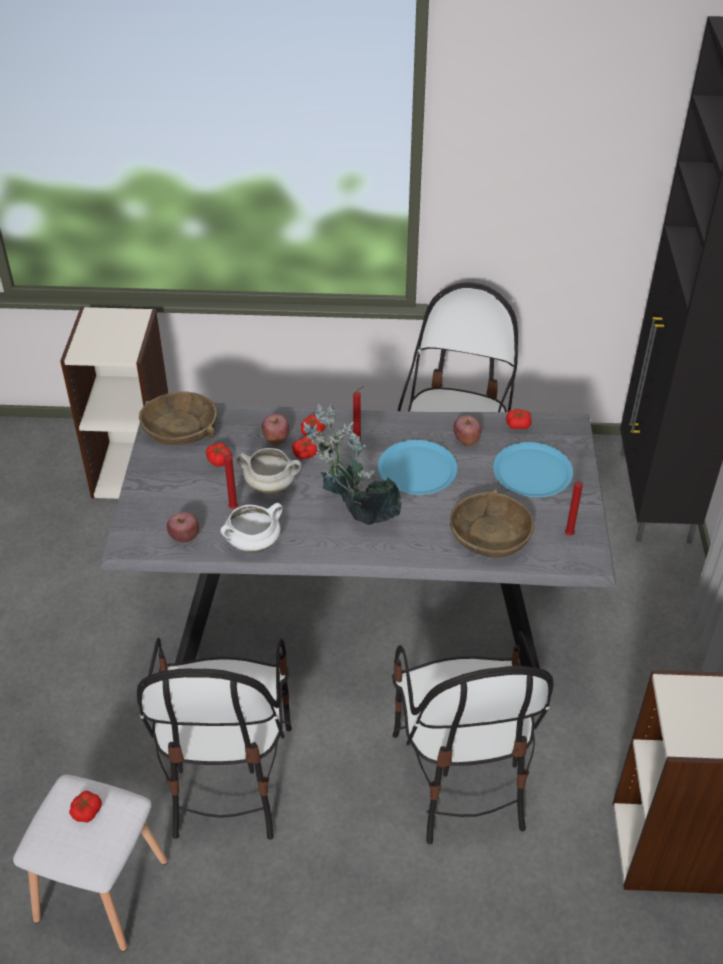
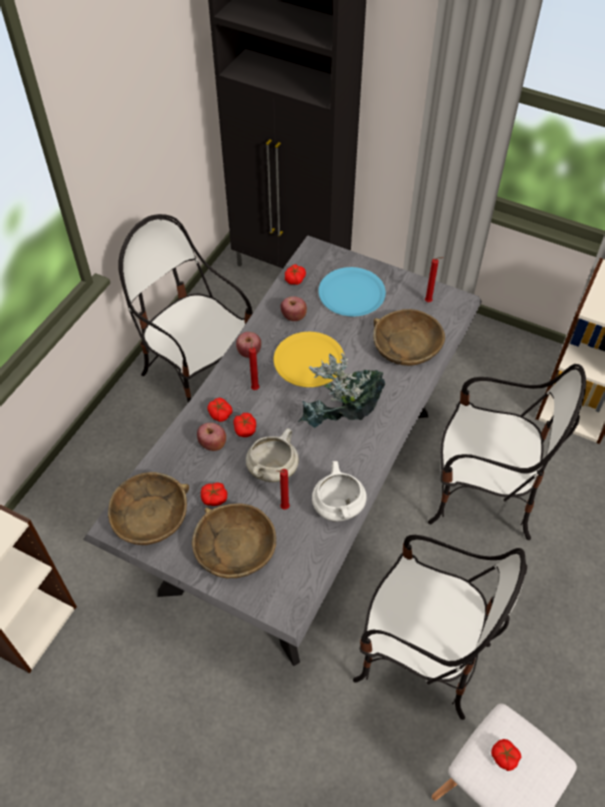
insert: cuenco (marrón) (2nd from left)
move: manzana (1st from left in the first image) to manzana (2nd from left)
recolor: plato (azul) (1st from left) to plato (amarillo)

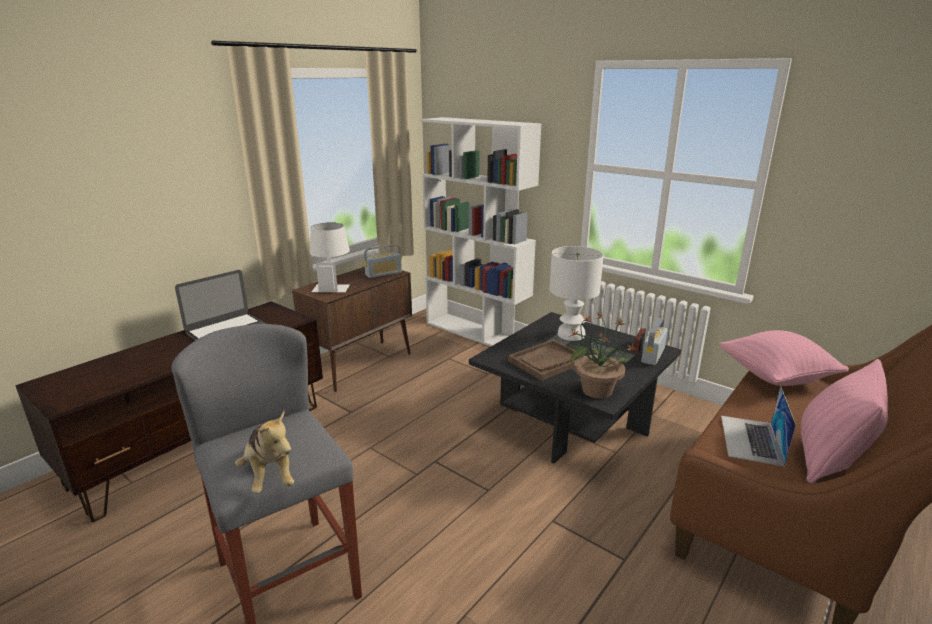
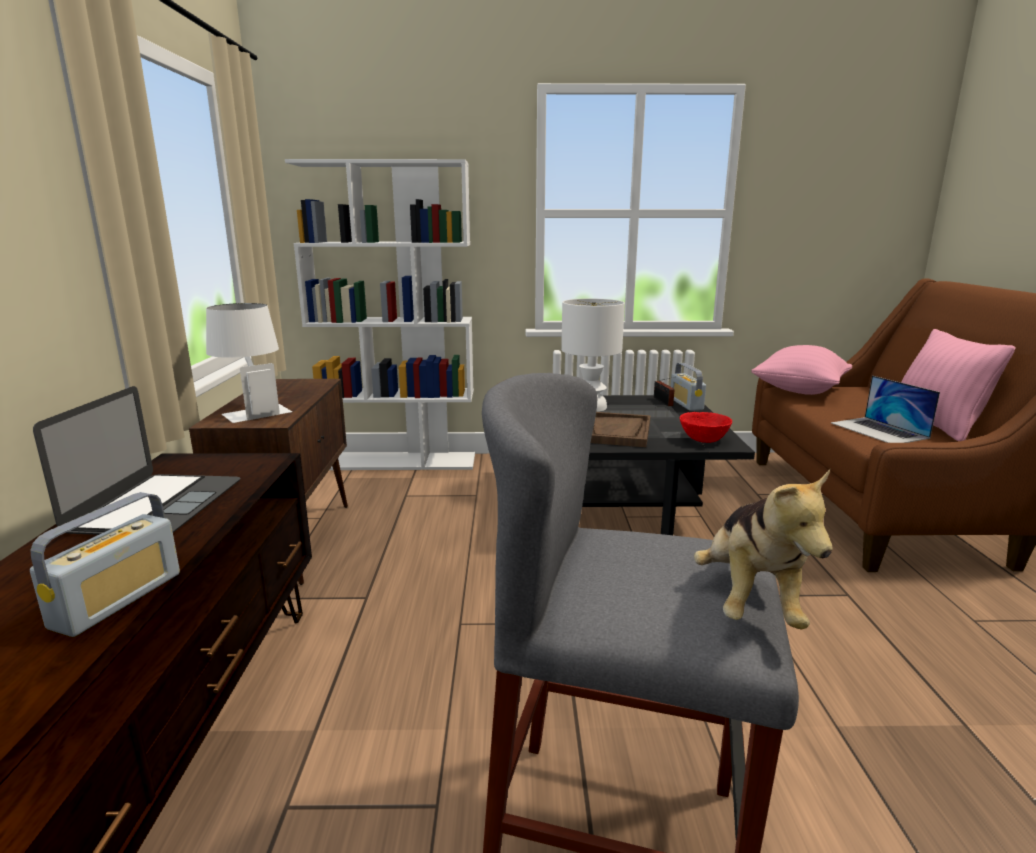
move: radio (1st from left)
replace: planta en maceta to cuenco (rojo)
rotate: peluche 75 degrees clockwise

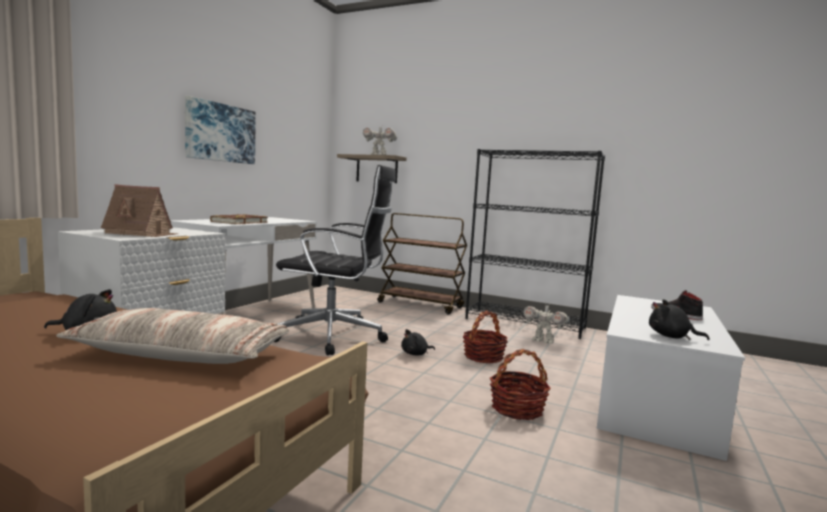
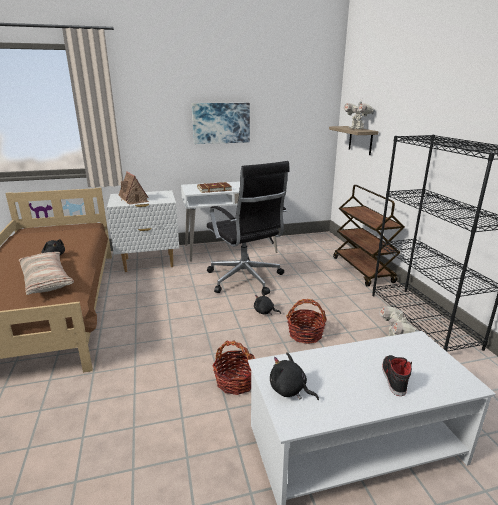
rotate: peluche (negro) (3rd from left) 45 degrees counterclockwise

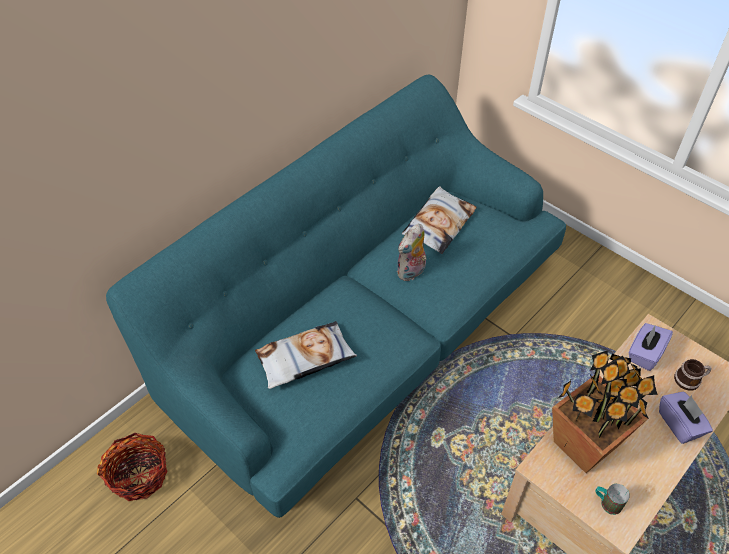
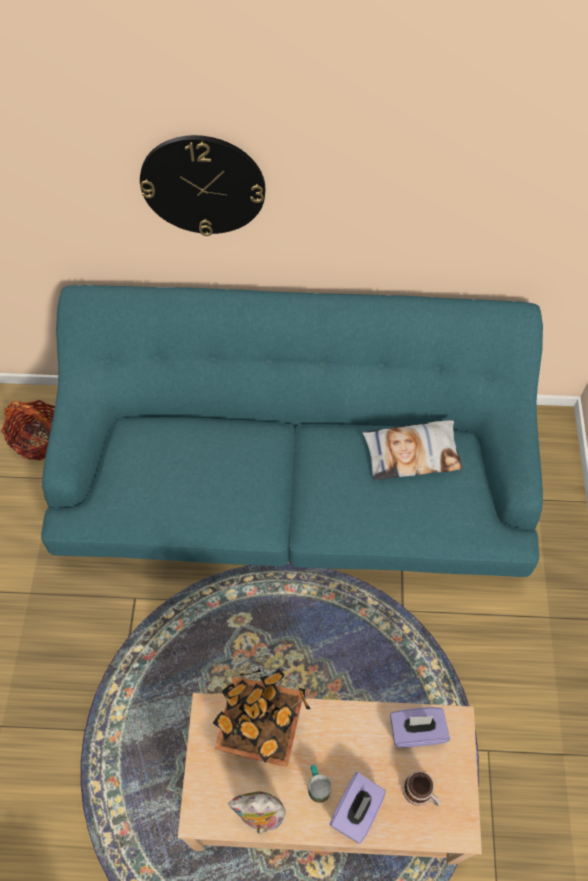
delete: cojín (1st from left)
insert: reloj de pared
move: peluche; taza grande (1st from left)

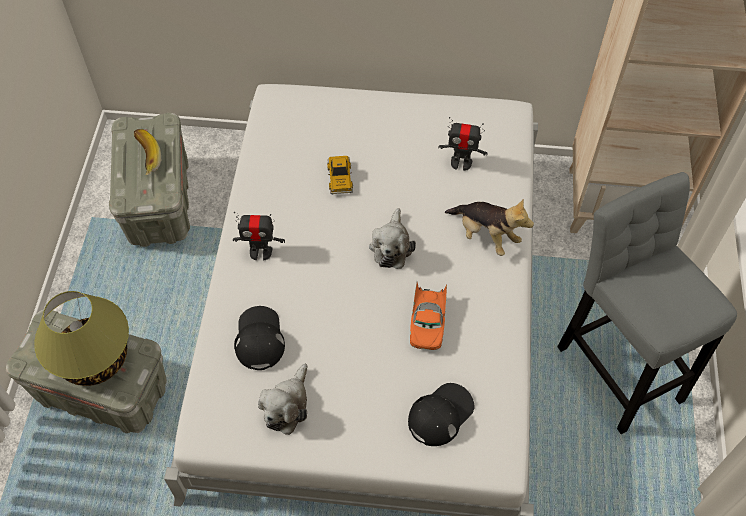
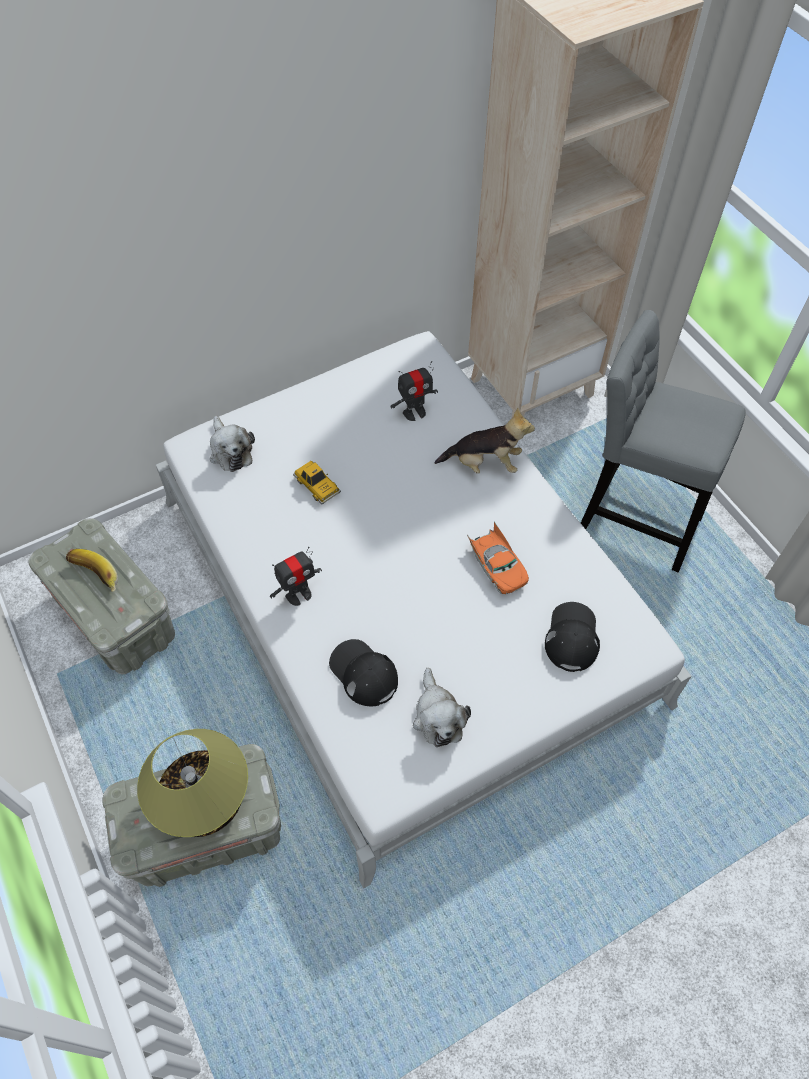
move: peluche (2nd from left in the first image) to peluche (1st from left)

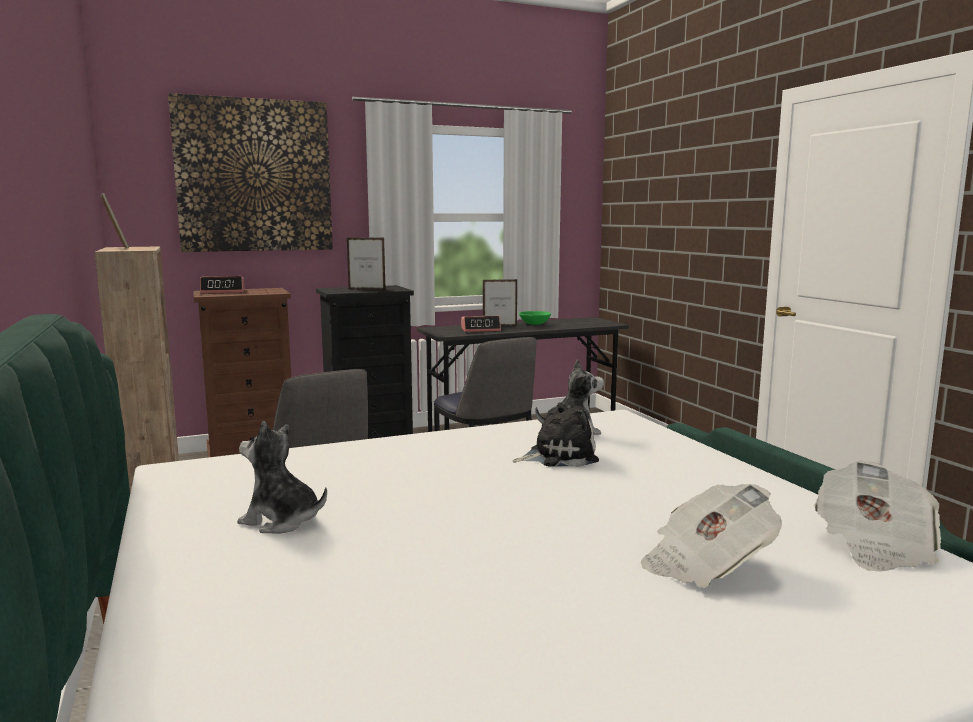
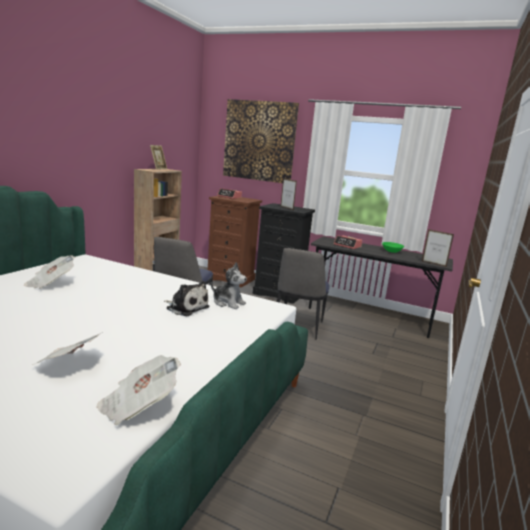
move: portarretratos (3rd from left)
replace: peluche (1st from left) to periódico (1st from left)

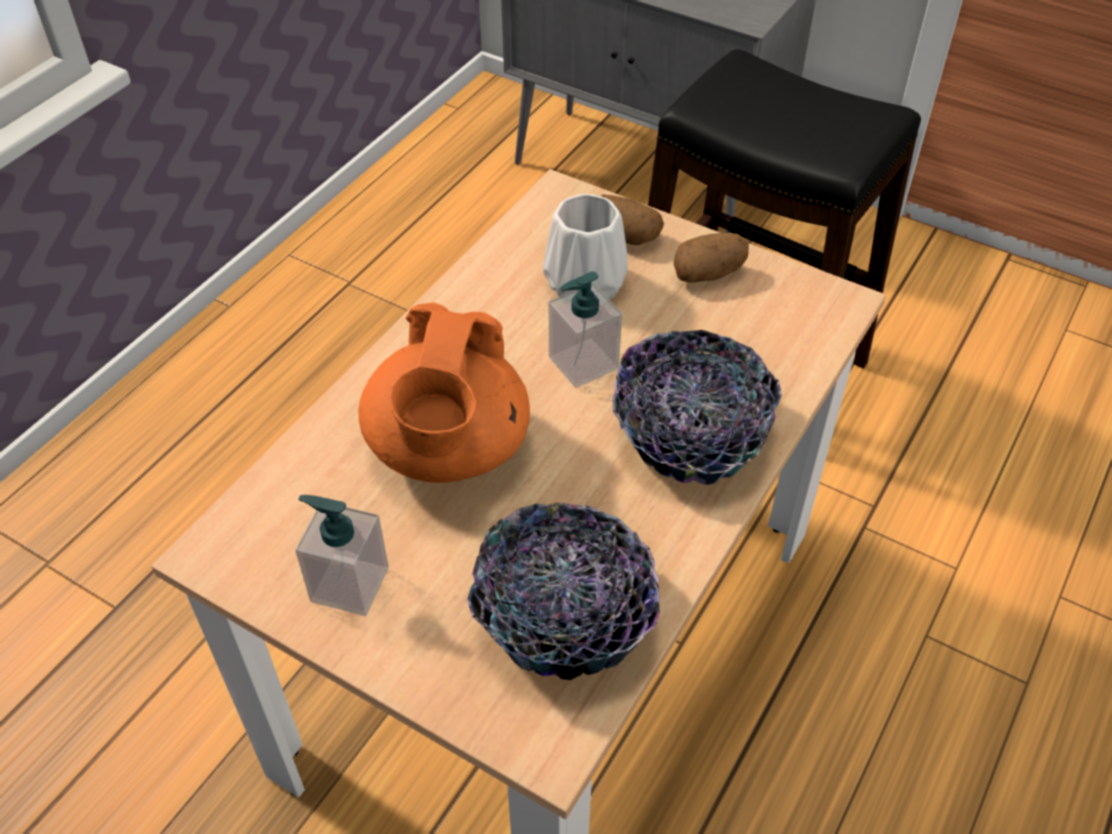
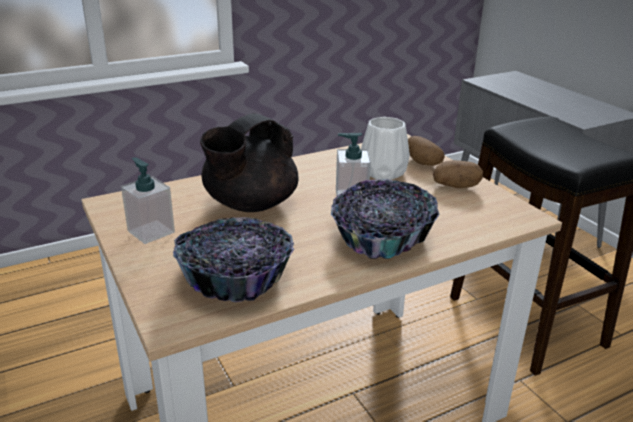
recolor: tetera (naranja) to tetera (negro)

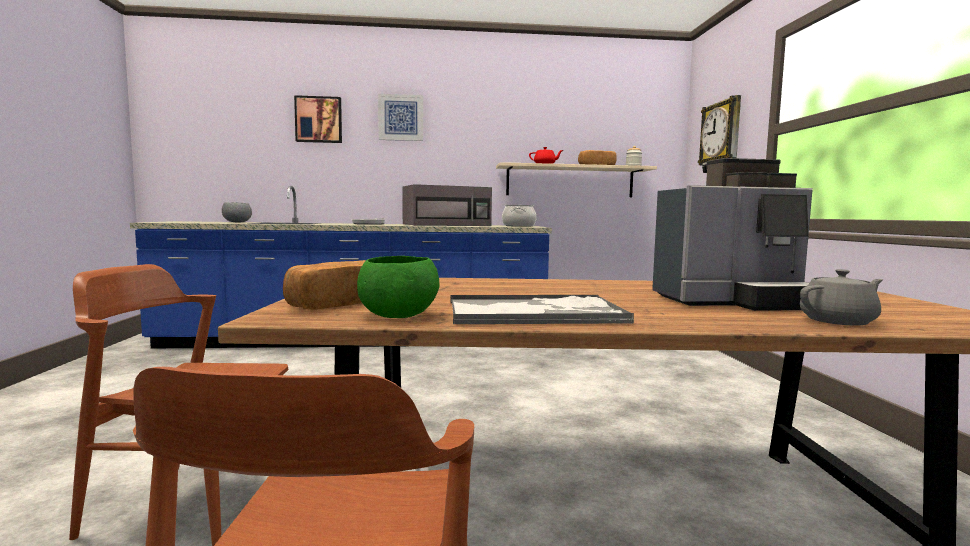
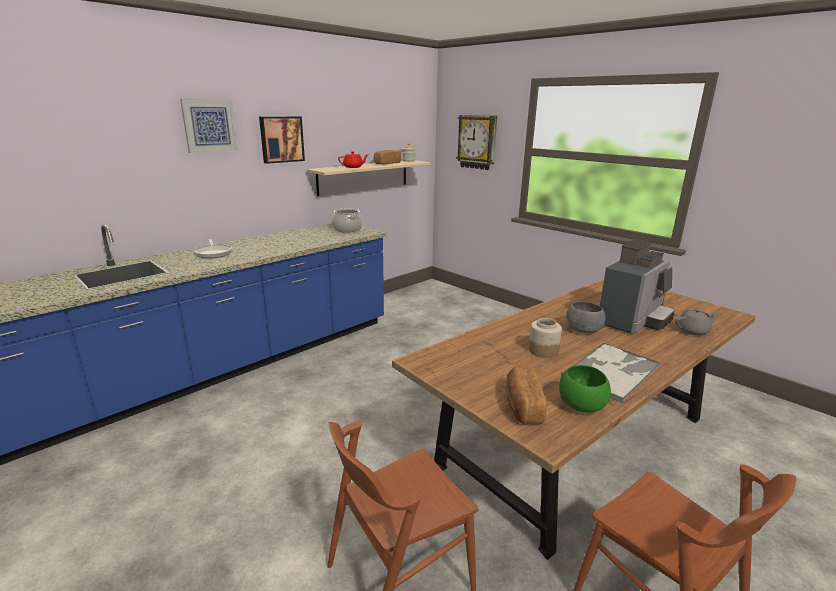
delete: microondas (gris)
insert: tarro (2nd from left)
move: cuenco (gris); cuadro (1st from left in the first image) to cuadro (2nd from left)
rotate: tetera (gris) 45 degrees clockwise

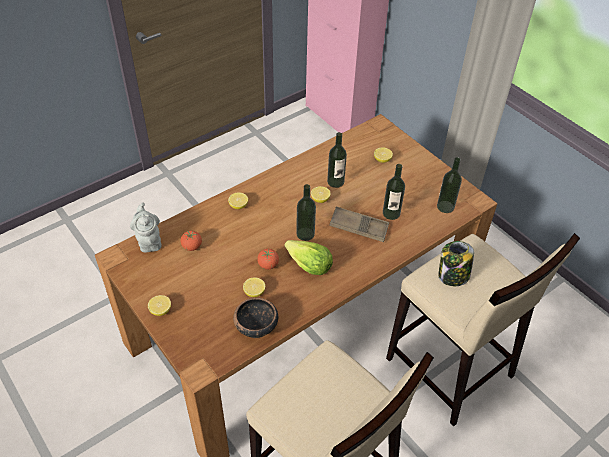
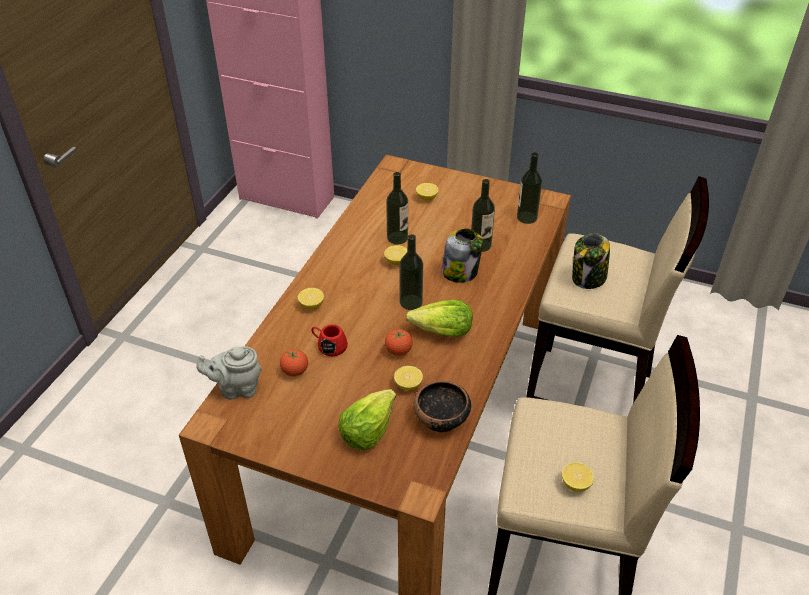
insert: taza grande (rojo); lechuga (1st from left)
move: limón (1st from left in the first image) to limón (5th from left)
replace: bandeja (marrón) to tarro (1st from left)
rotate: tetera (gris) 45 degrees counterclockwise

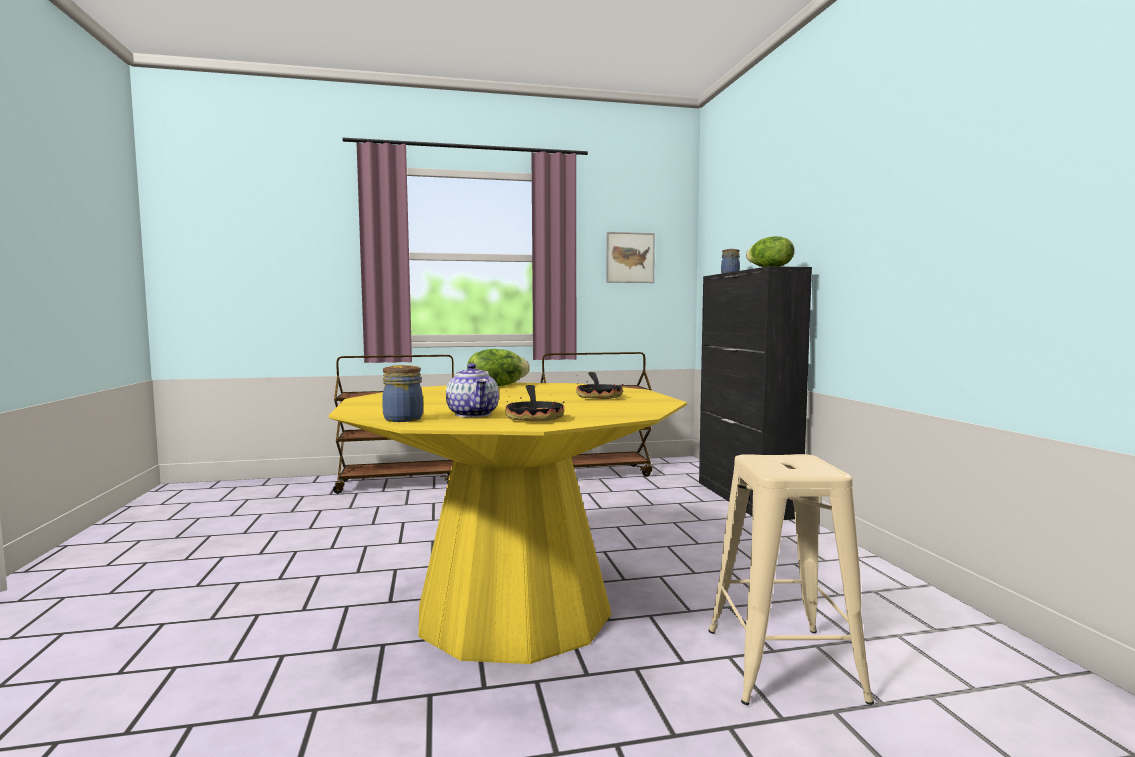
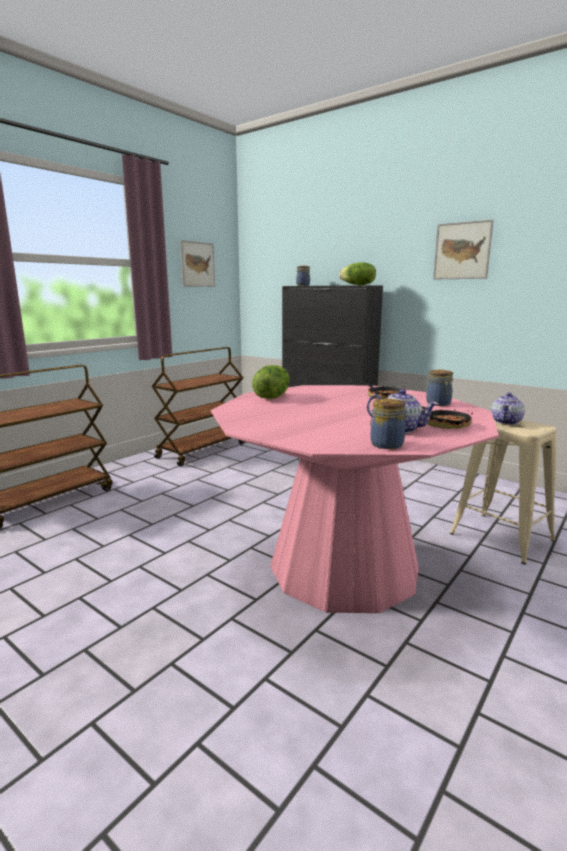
insert: tarro (3rd from left); cuadro (2nd from left); tetera (2nd from left)
recolor: mesa de comedor (amarillo) to mesa de comedor (rosa)

